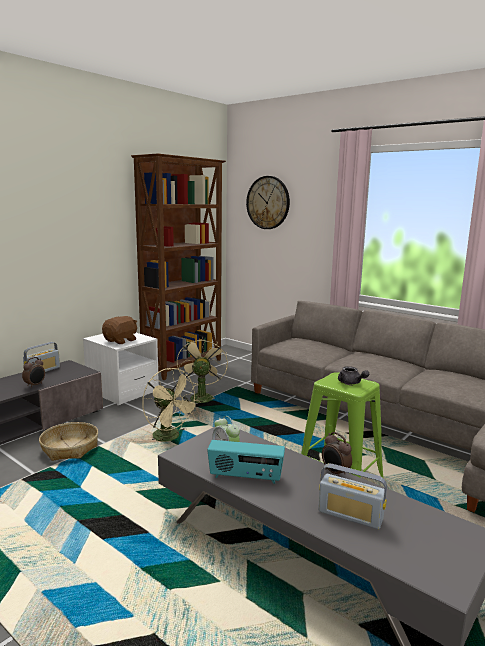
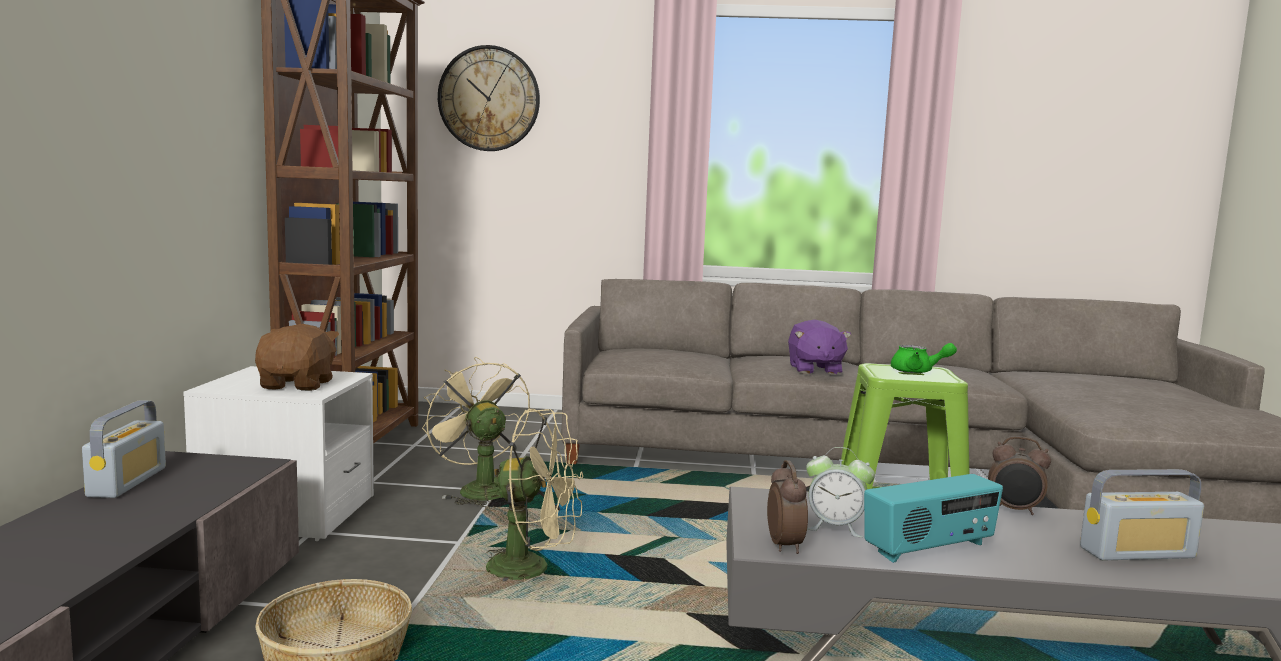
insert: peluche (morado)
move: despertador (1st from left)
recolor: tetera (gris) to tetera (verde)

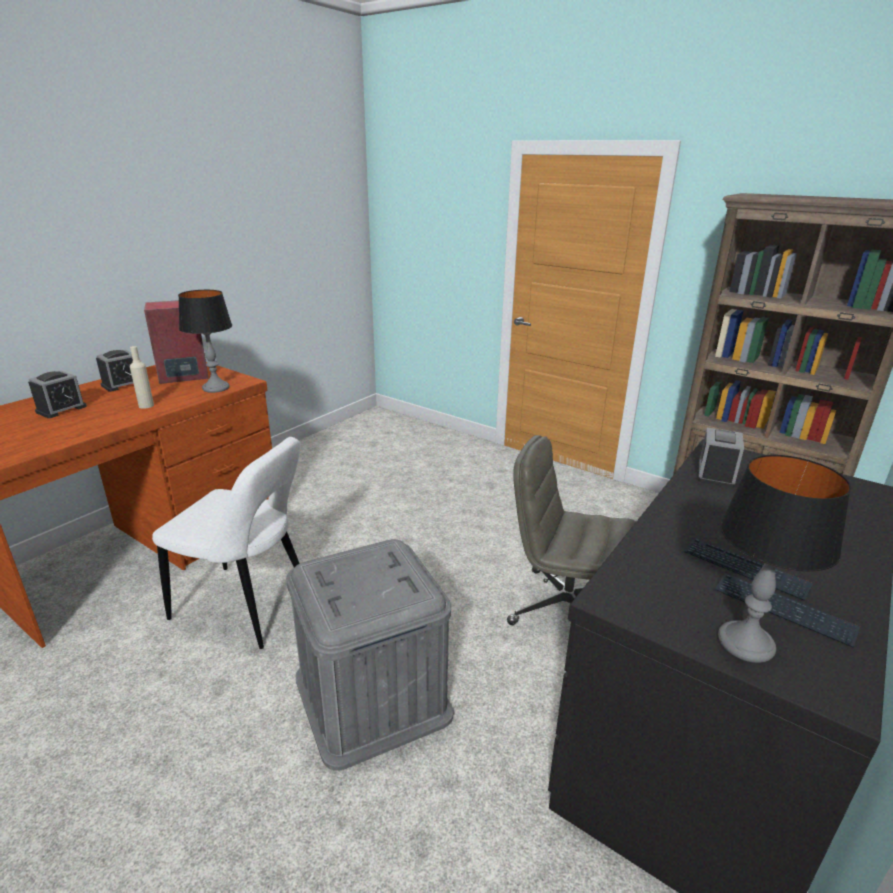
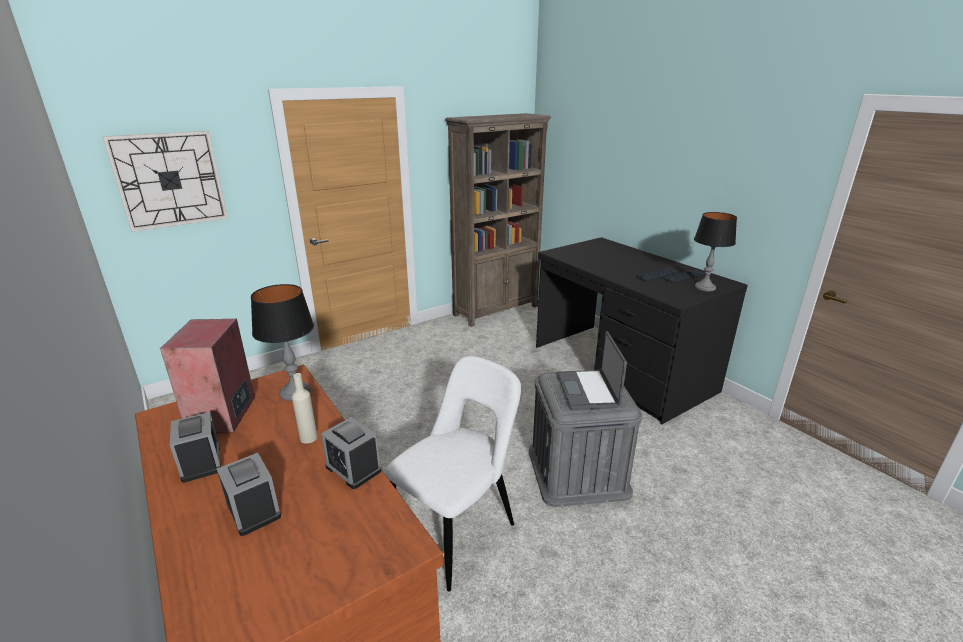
delete: silla de oficina (gris)
insert: reloj de pared; portátil
move: despertador (3rd from left)

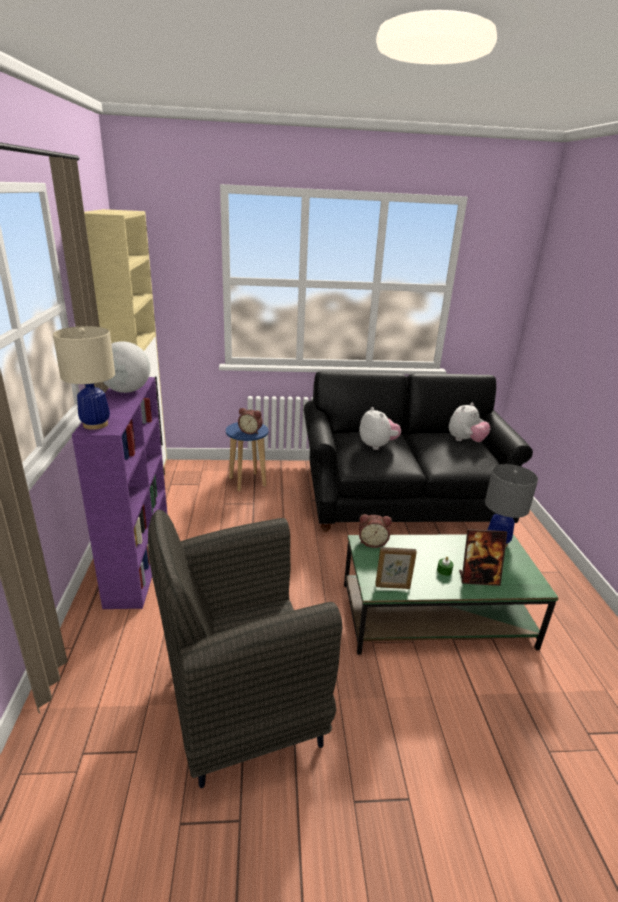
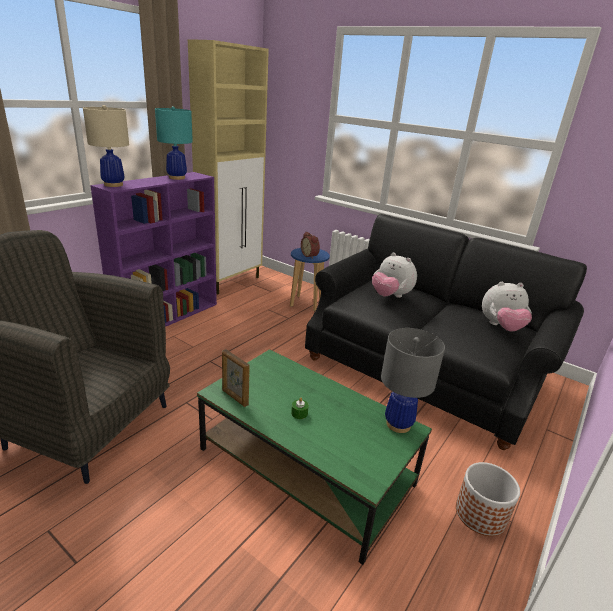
delete: despertador (2nd from left); portarretratos (2nd from left)
insert: maceta
replace: globo terráqueo to lámpara de mesa (turquesa)
rotate: peluche (1st from left) 120 degrees clockwise

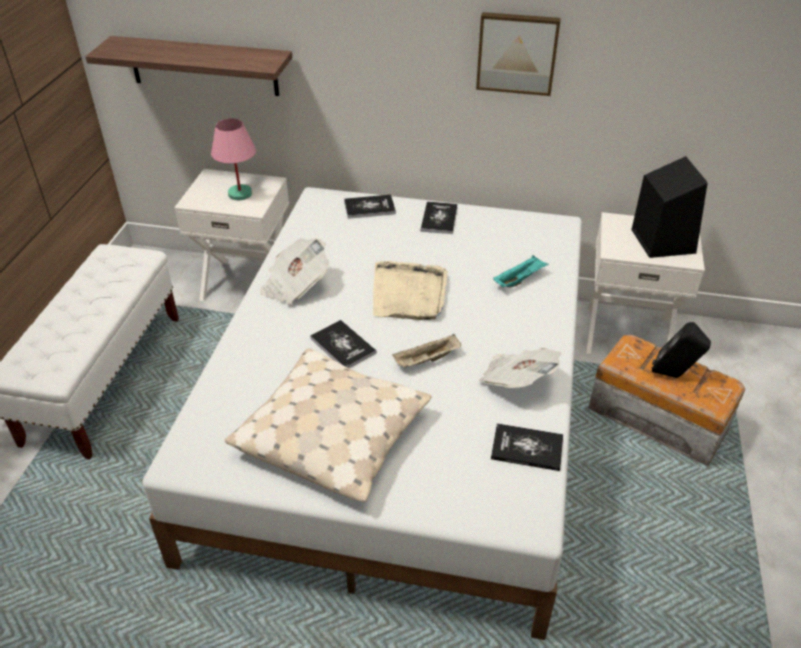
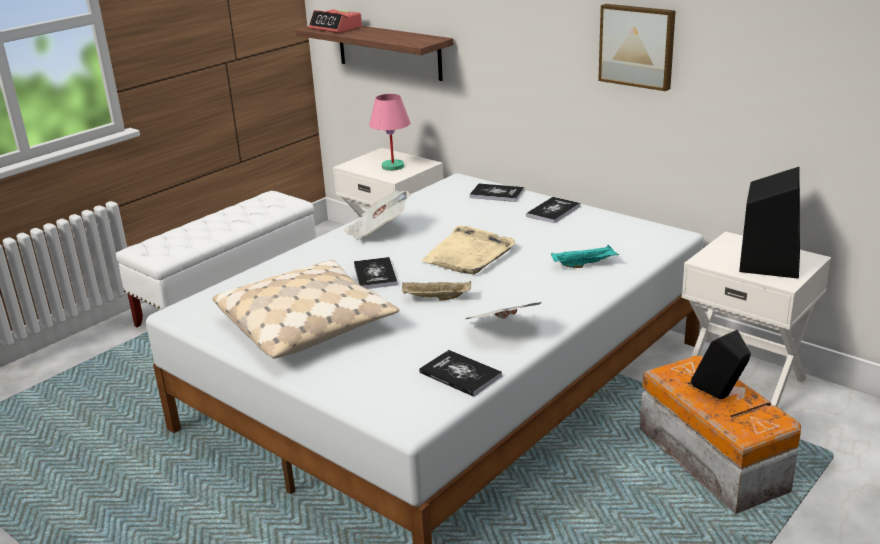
insert: despertador

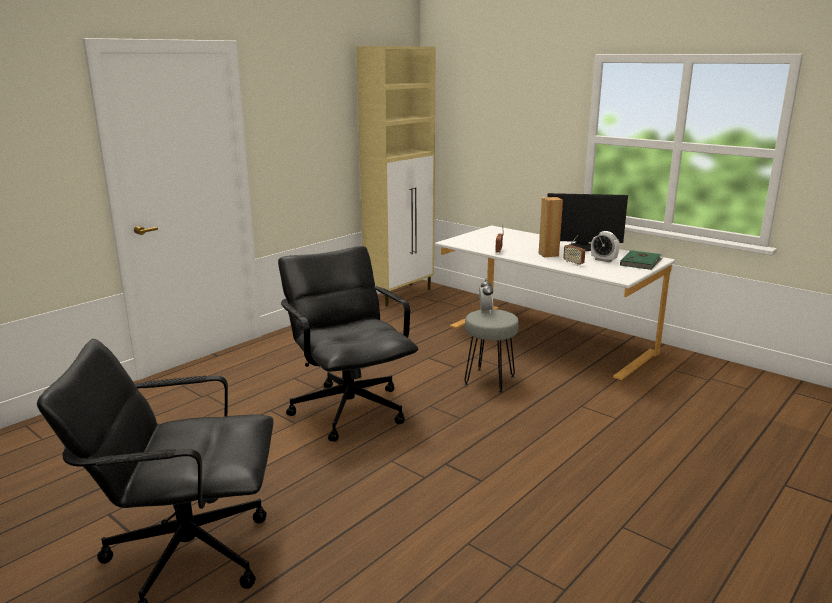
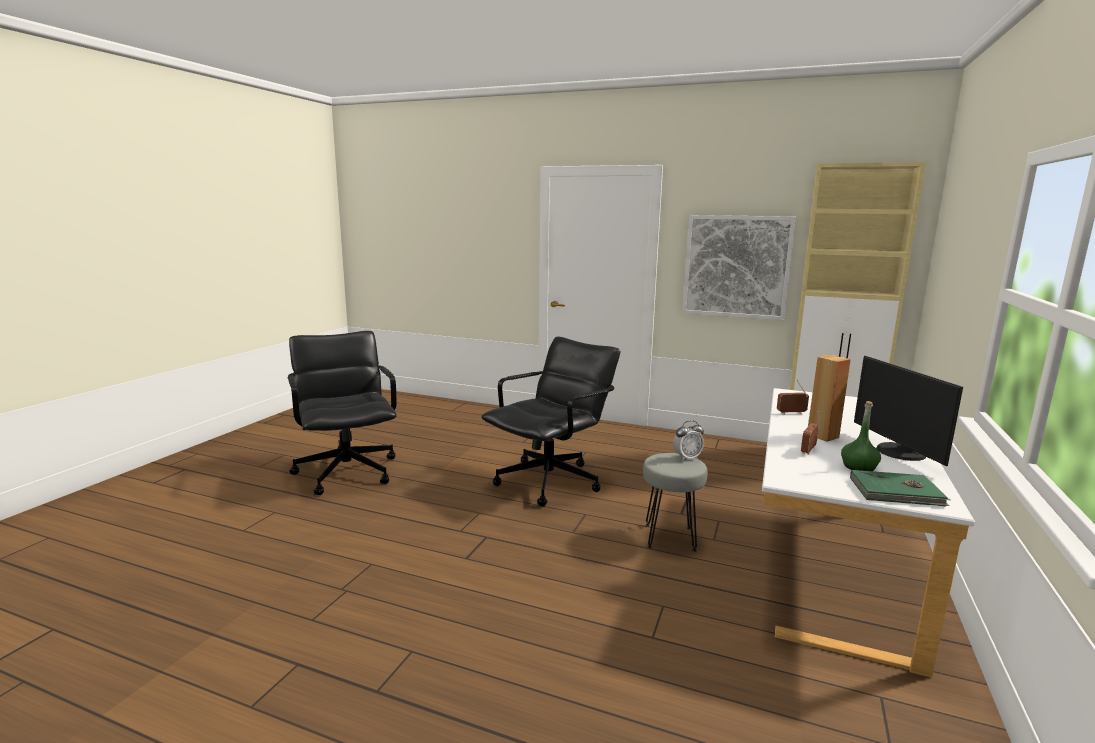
insert: cuadro
replace: despertador (2nd from left) to botella (verde)

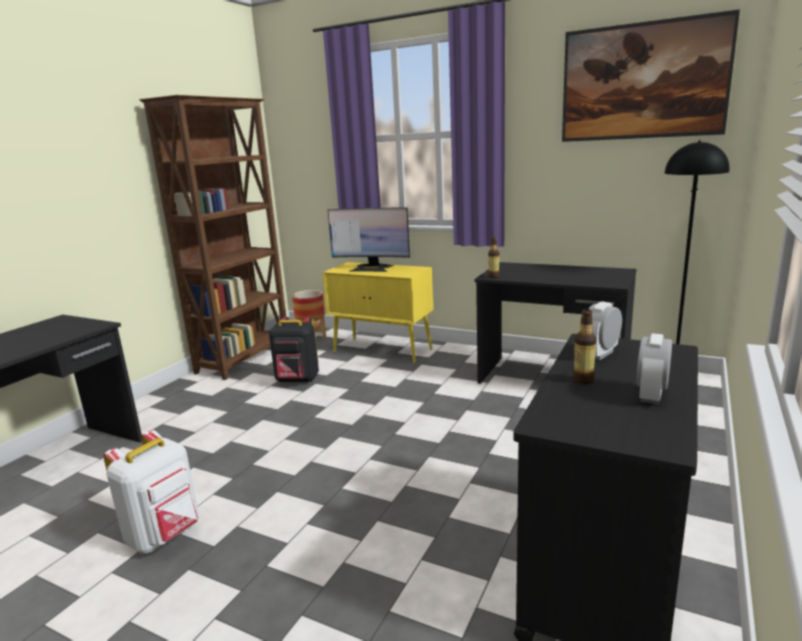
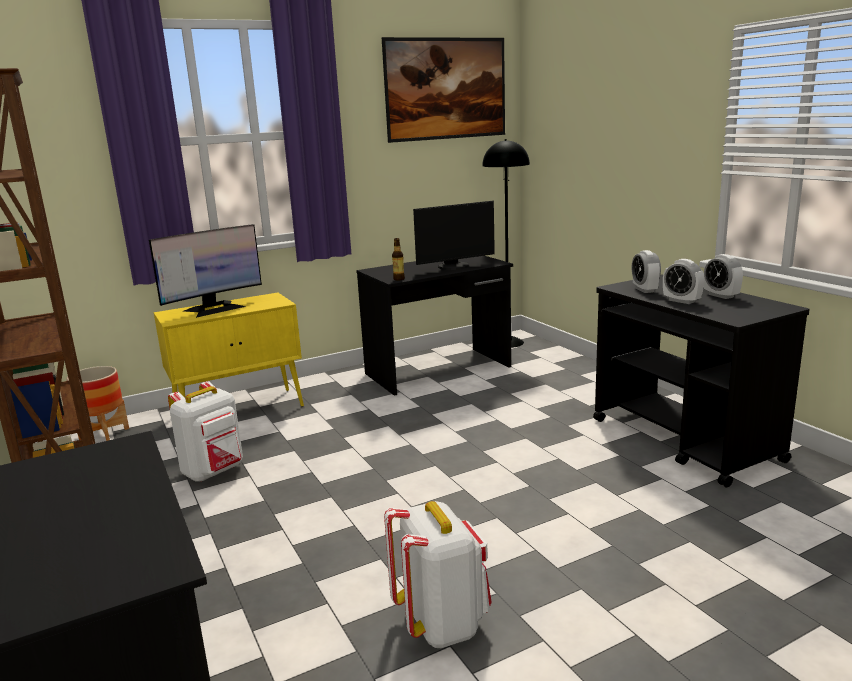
insert: monitor (2nd from left)
replace: botella (2nd from left) to despertador (2nd from left)
recolor: mochila (negro) to mochila (blanco) (1st from left)

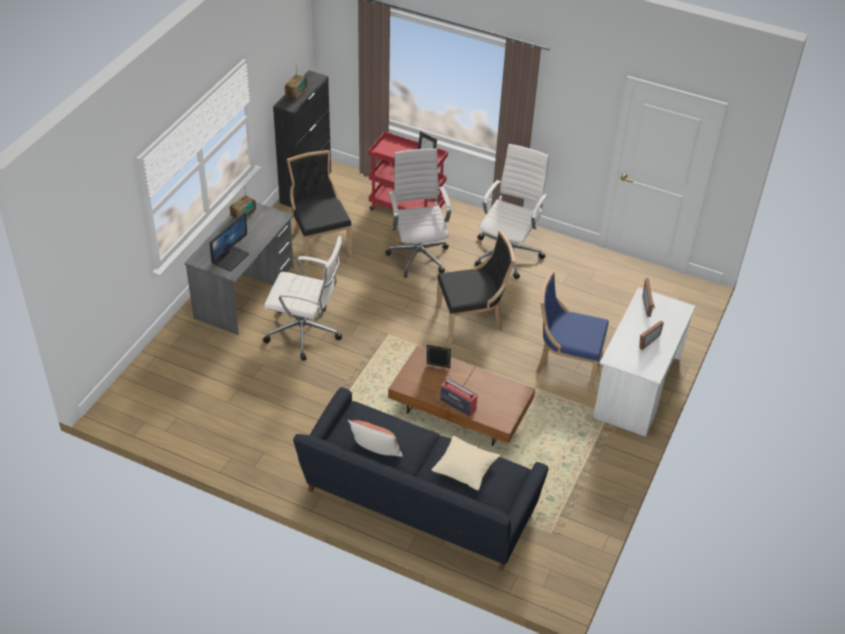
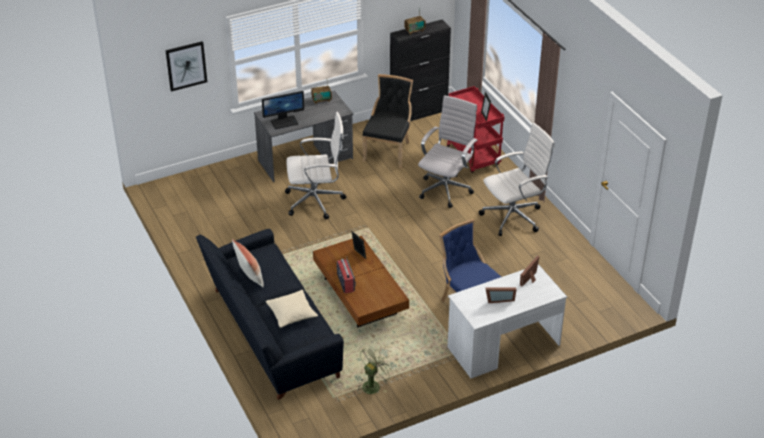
delete: silla (negro) (2nd from left)
insert: cuadro; ventilador (verde)
rotate: silla de oficina (blanco) (1st from left) 60 degrees counterclockwise

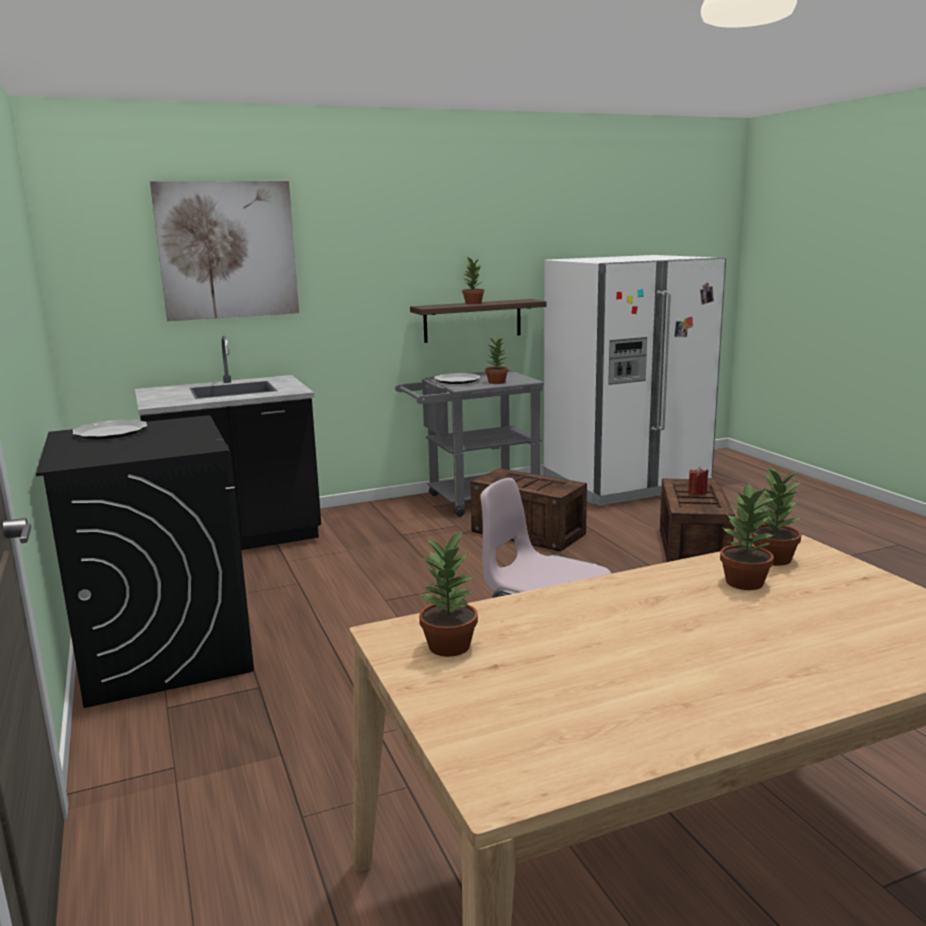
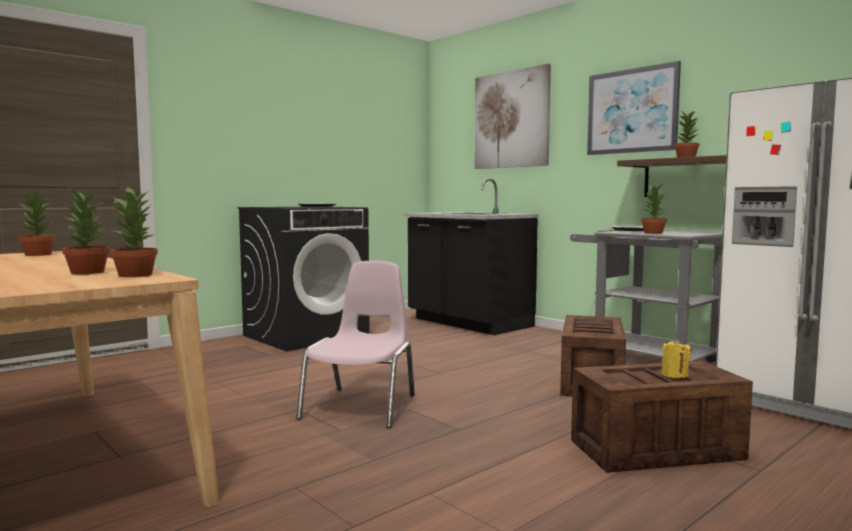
insert: cuadro (2nd from left)
recolor: vela (rojo) to vela (amarillo)

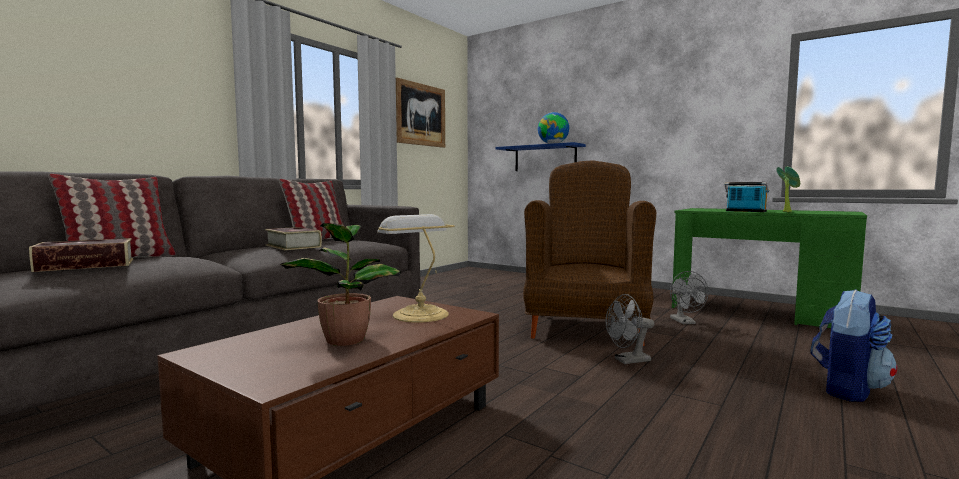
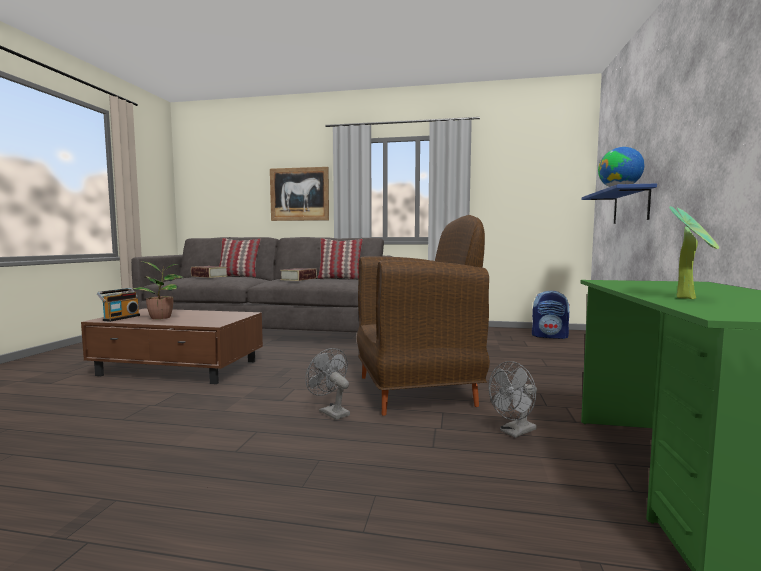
delete: lámpara de mesa
move: cuadro; radio; mochila

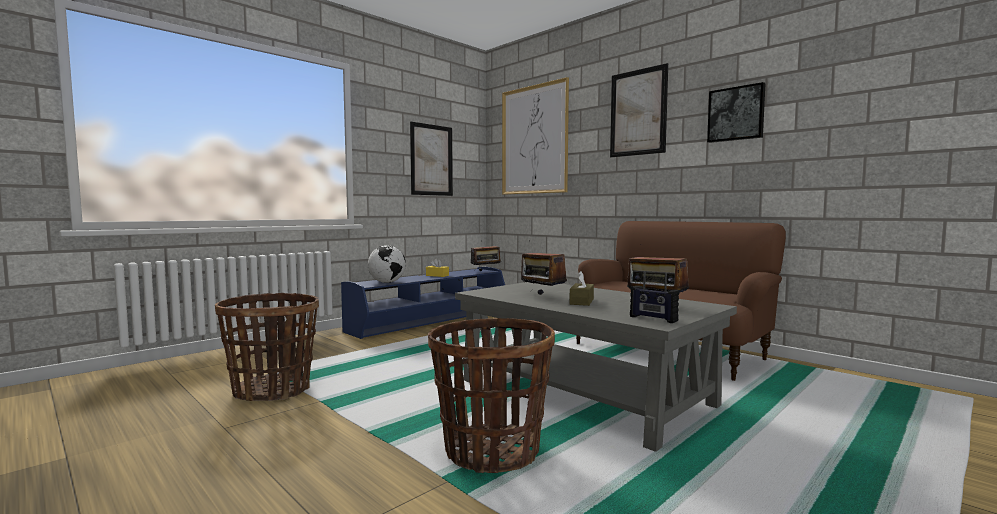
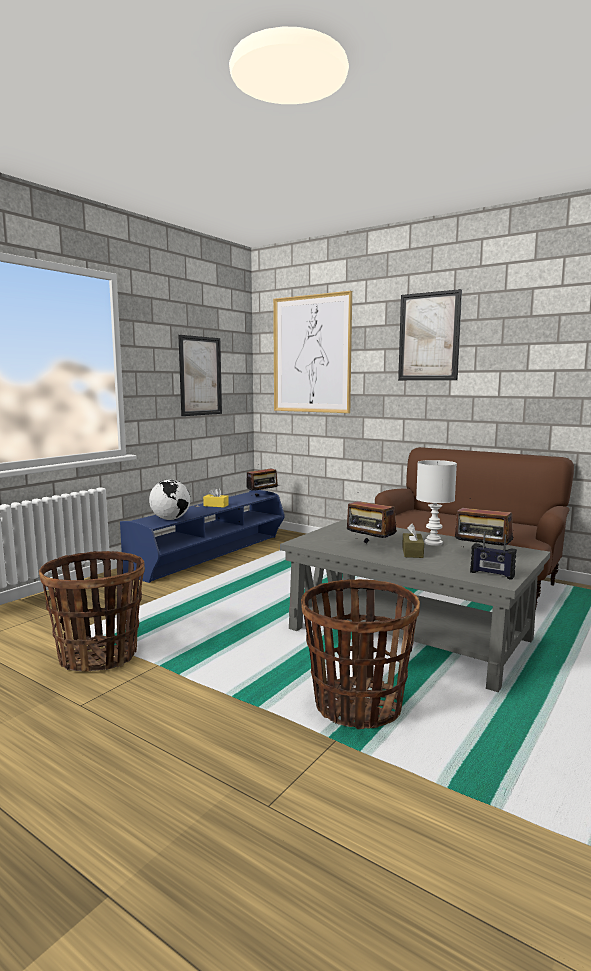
delete: cuadro (4th from left)
insert: lámpara de mesa (blanco)

